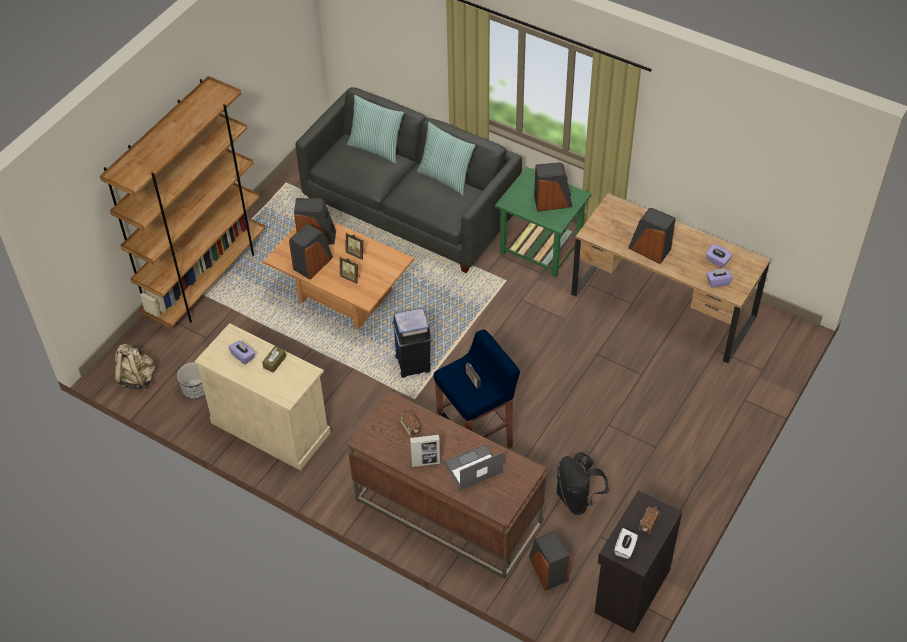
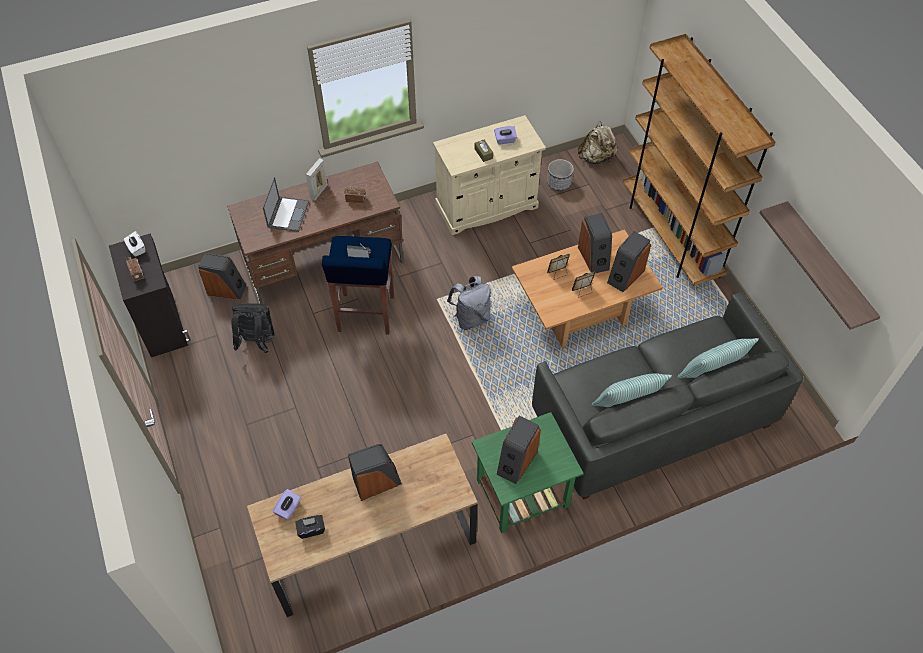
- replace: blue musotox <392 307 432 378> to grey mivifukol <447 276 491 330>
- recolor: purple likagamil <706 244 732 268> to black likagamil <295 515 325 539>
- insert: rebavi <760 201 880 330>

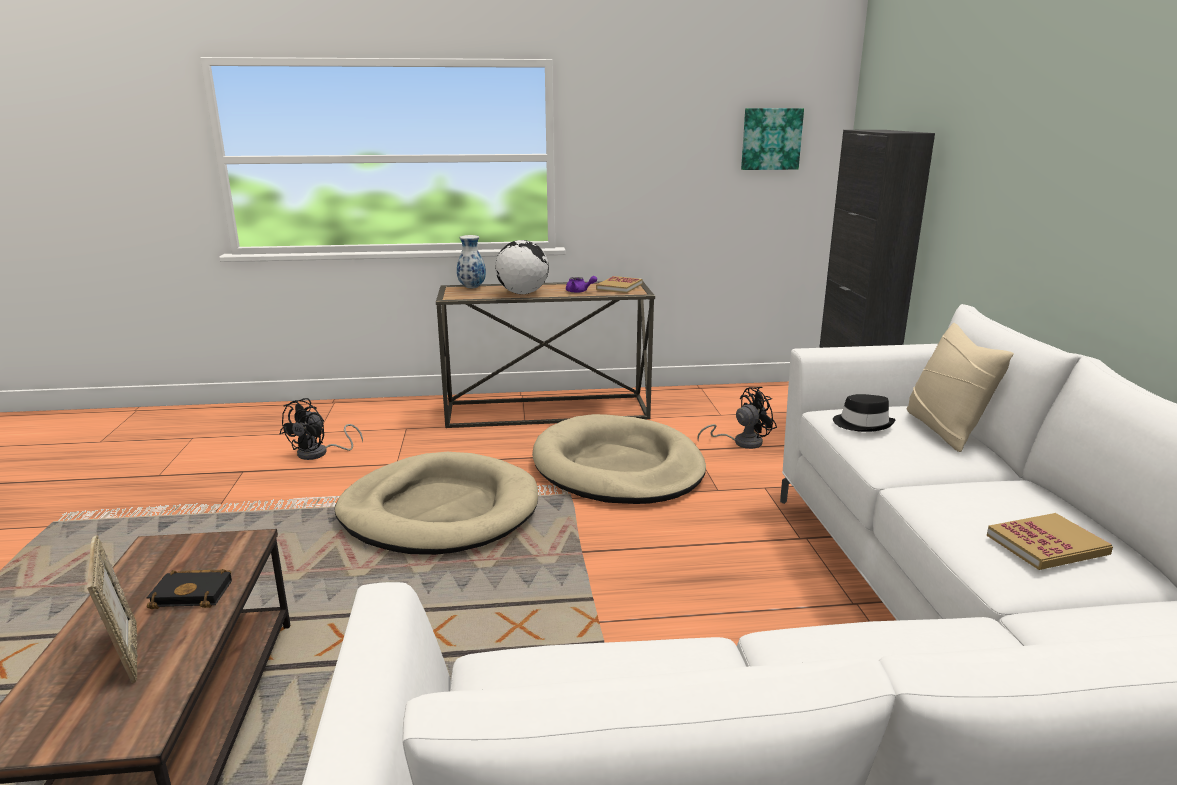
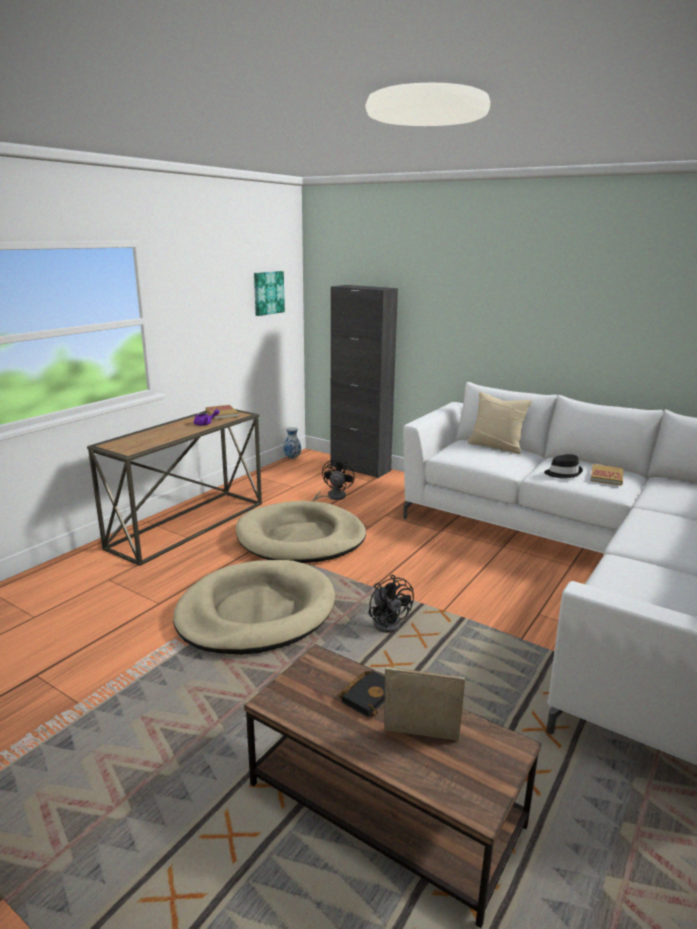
- move: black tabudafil <280 398 363 460> to <368 574 414 633>
- move: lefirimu <457 235 486 288> to <284 427 301 459>
- delete: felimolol <495 240 549 294>
- move: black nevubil <833 394 895 432> to <544 454 583 479>

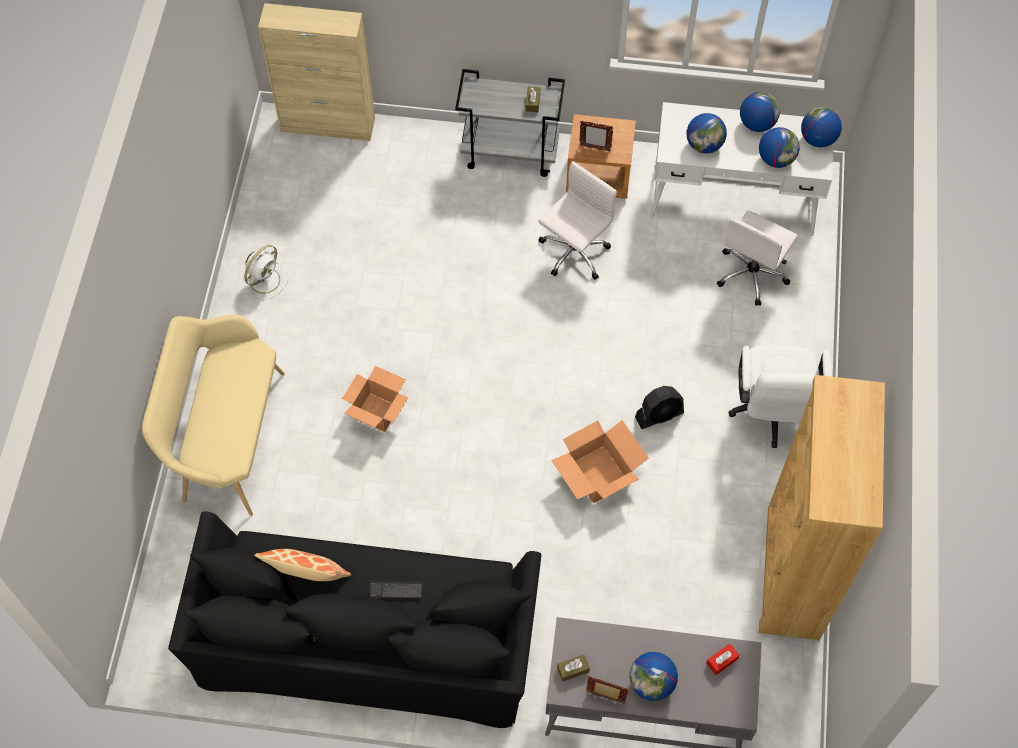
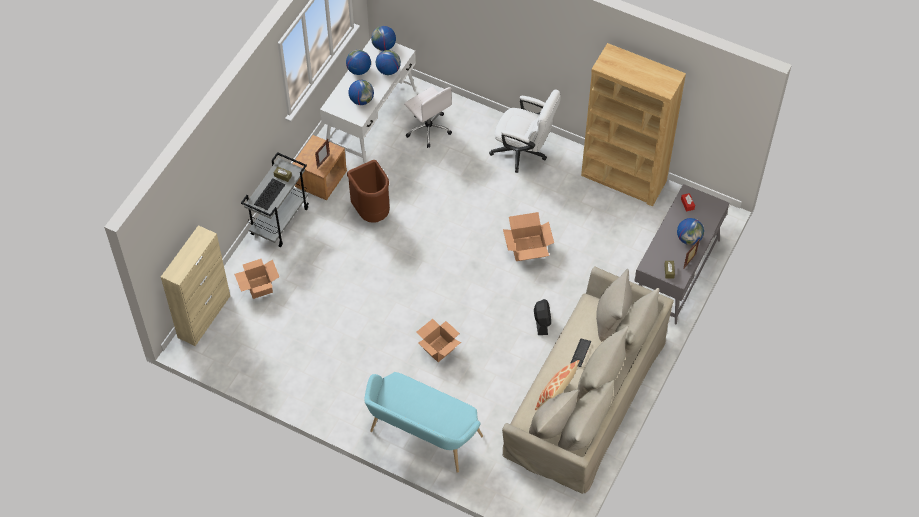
- recolor: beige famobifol <142 315 285 516> to turquoise famobifol <364 372 483 473>
- recolor: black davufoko <168 511 541 728> to beige davufoko <502 266 674 494>
- delete: white tabudafil <242 245 288 300>
- replace: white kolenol <538 161 617 280> to brown musotox <347 160 390 223>
- move: black tabudafil <635 386 684 429> to <534 299 551 335>
- insert: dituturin <235 259 279 299>
- insert: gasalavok <254 178 285 210>

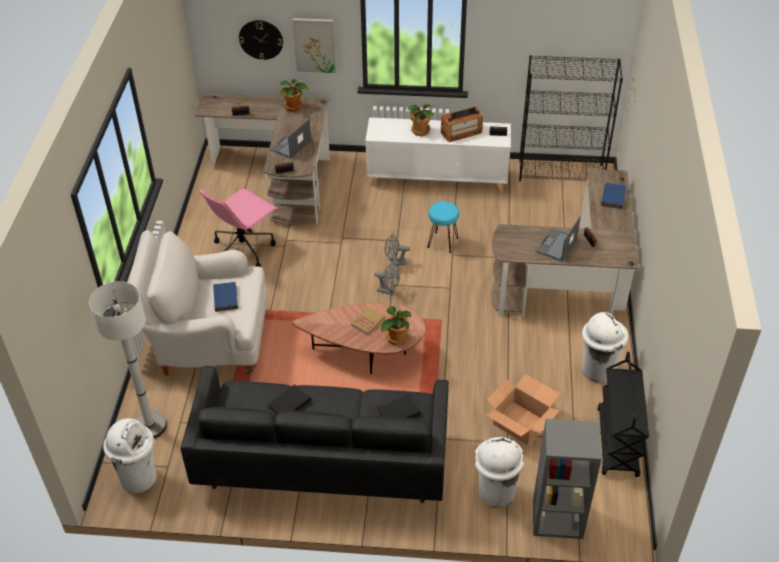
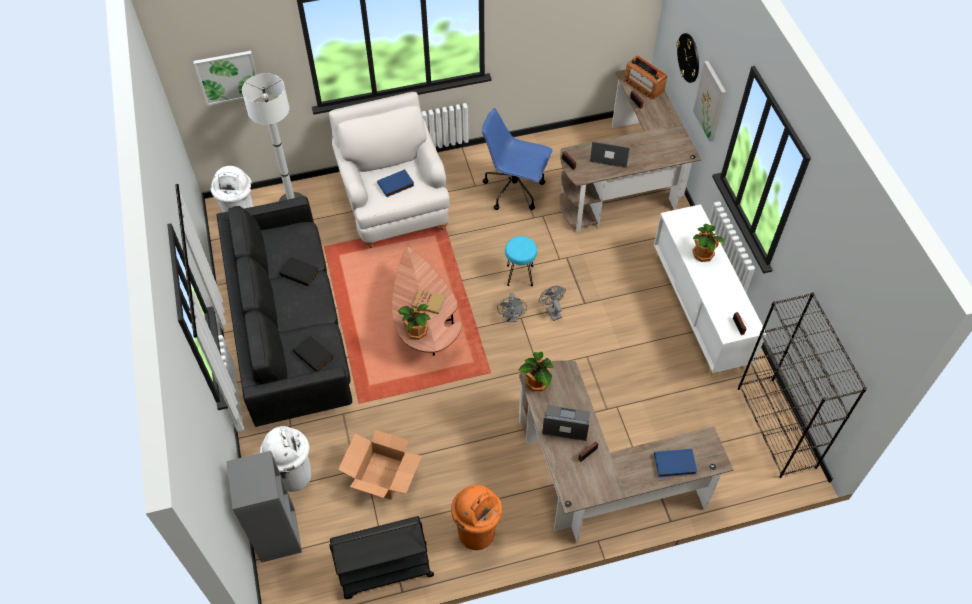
- recolor: pink kolenol <199 188 277 267> to blue kolenol <482 108 553 210>
- move: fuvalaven <280 79 309 112> to <519 352 554 391>
- move: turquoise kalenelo <427 201 459 253> to <505 236 537 286>
- move: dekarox <441 106 483 142> to <624 55 668 100>
- recolor: white musotox <582 312 629 383> to orange musotox <451 485 502 550>
- insert: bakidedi <193 51 257 106>

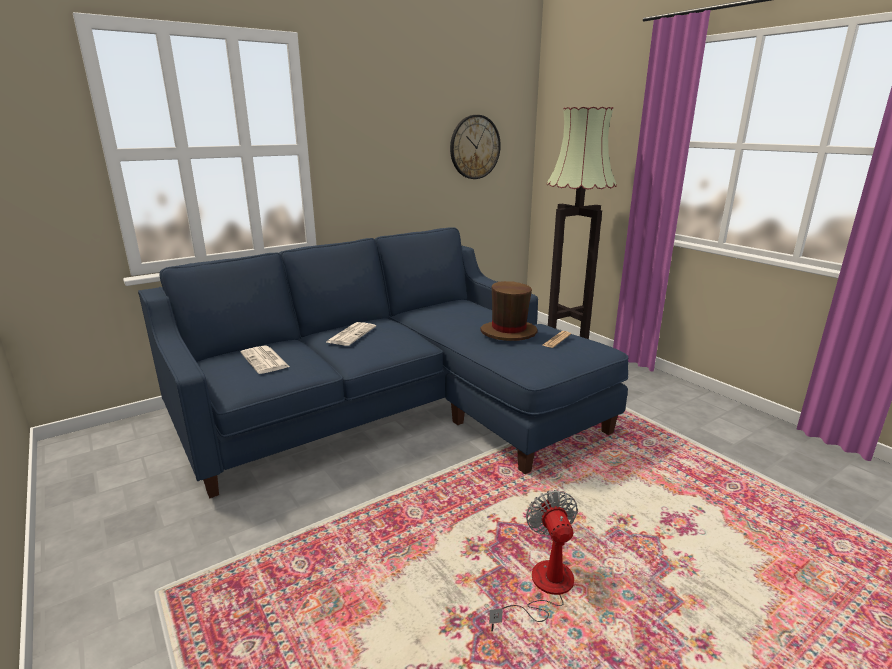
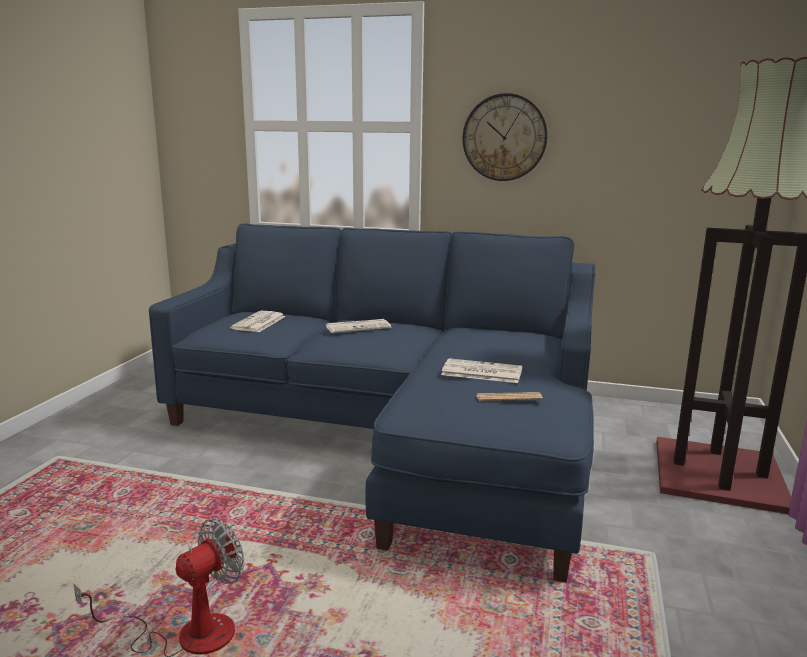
- move: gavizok <450 115 501 179> to <463 93 548 181>
- replace: brown nevubil <480 281 538 341> to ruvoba <441 358 522 383>

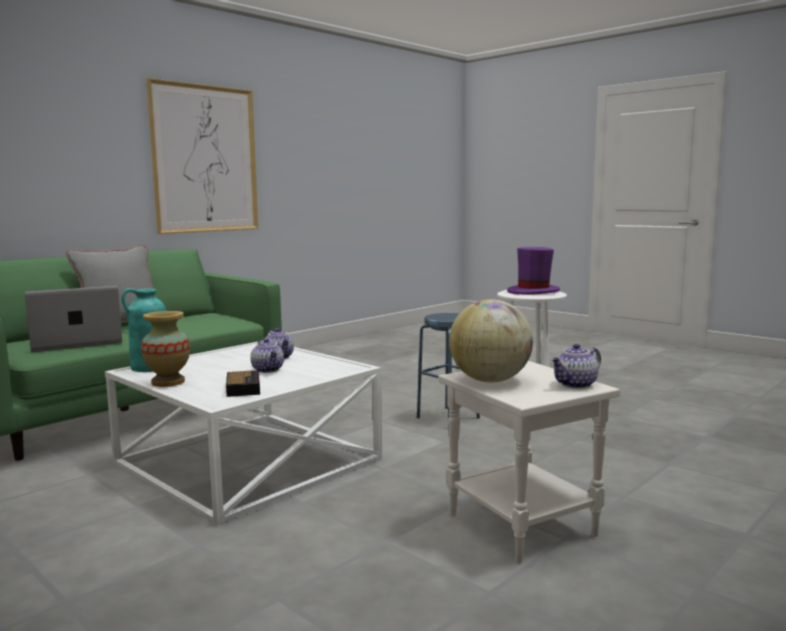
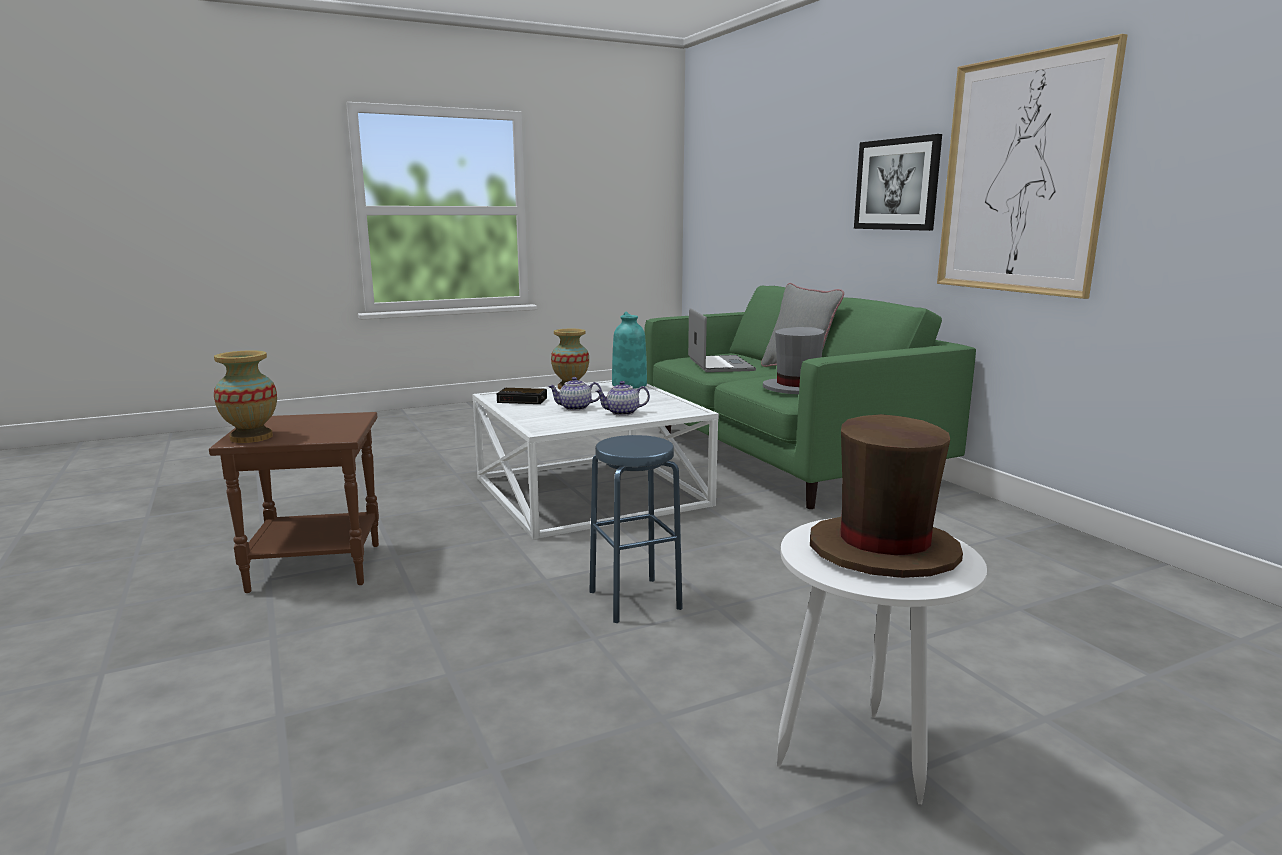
- recolor: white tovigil <438 361 620 563> to brown tovigil <209 412 379 593>
- delete: felimolol <449 299 533 382>
- recolor: purple nevubil <507 247 560 295> to brown nevubil <810 414 963 578>
- replace: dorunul <551 344 601 389> to lefirimu <214 350 277 443>
- insert: grey nevubil <762 327 825 394>
- insert: bakidedi <854 134 942 231>

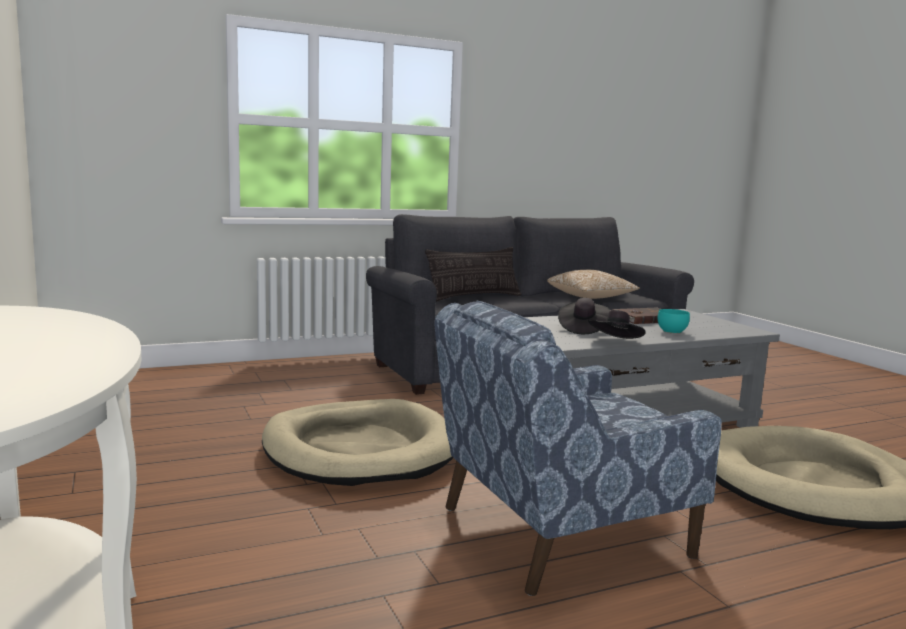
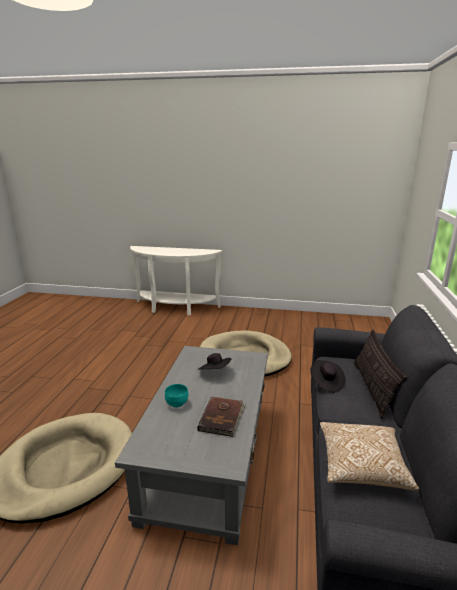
- delete: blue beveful <435 301 722 596>
- move: black nevubil <588 310 646 339> to <310 360 345 393>

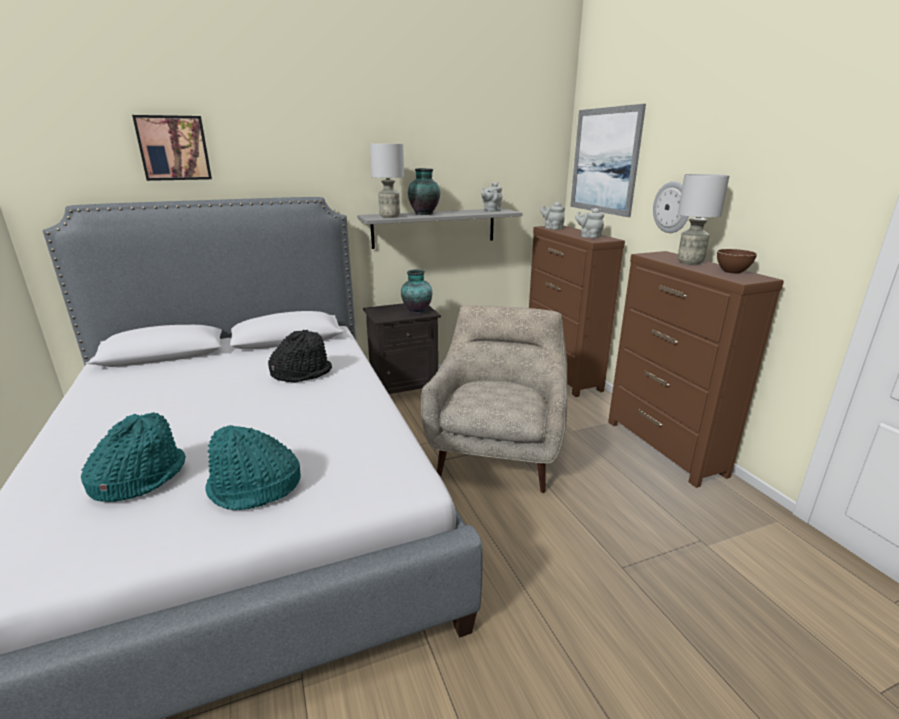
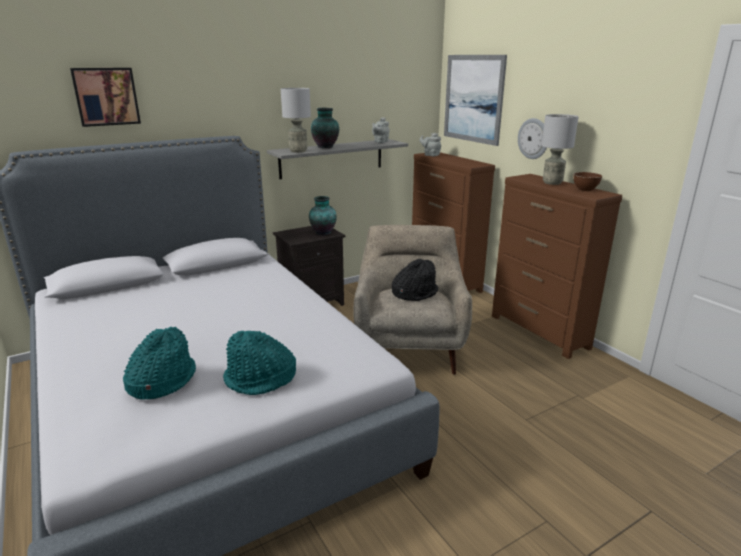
- move: black nevubil <268 330 332 383> to <392 259 438 301>
- delete: grey dorunul <575 208 604 238>

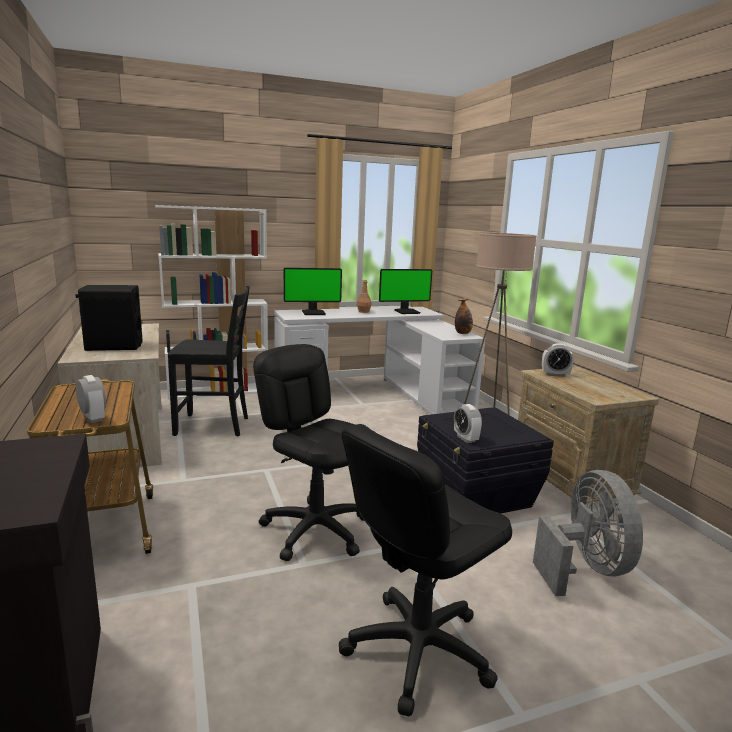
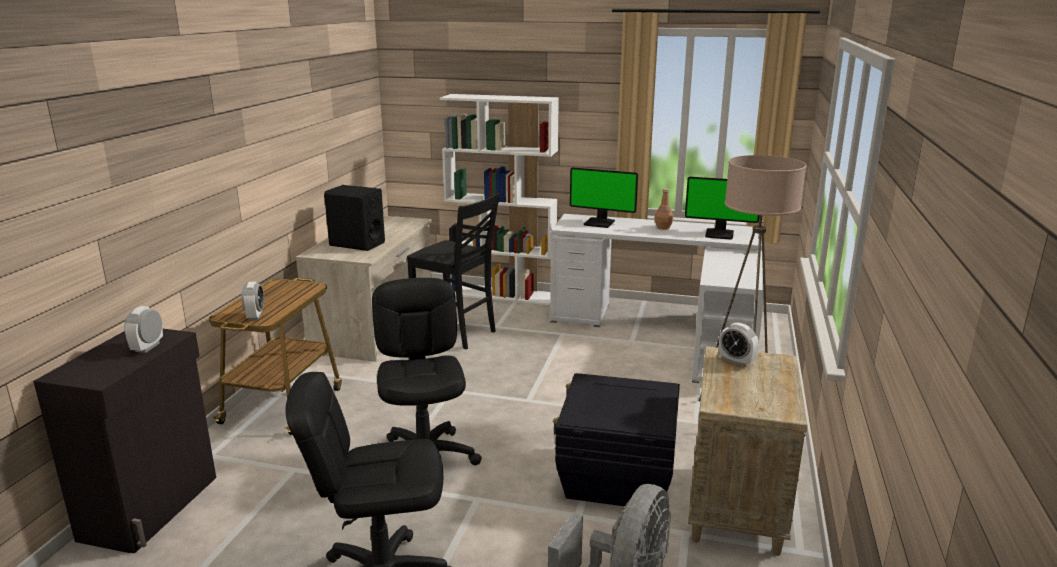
- move: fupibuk <454 404 482 443> to <124 306 163 353>
- delete: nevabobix <455 298 473 334>

